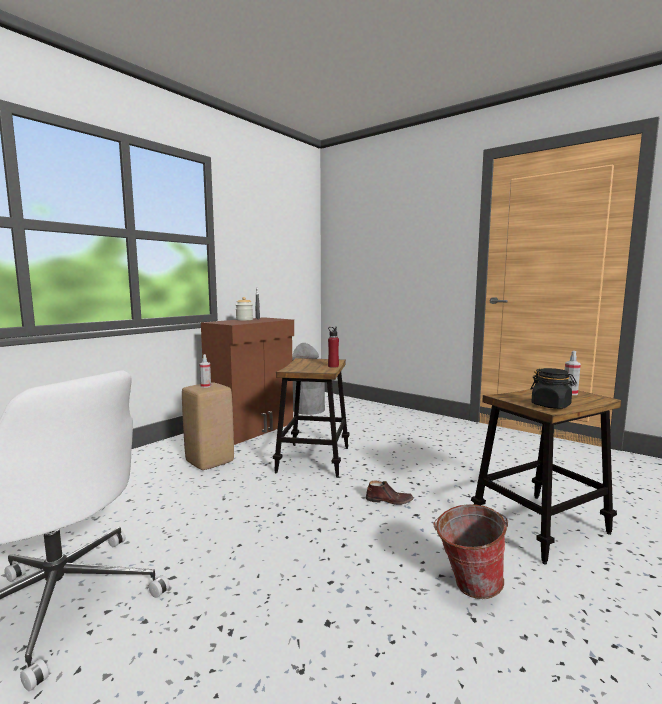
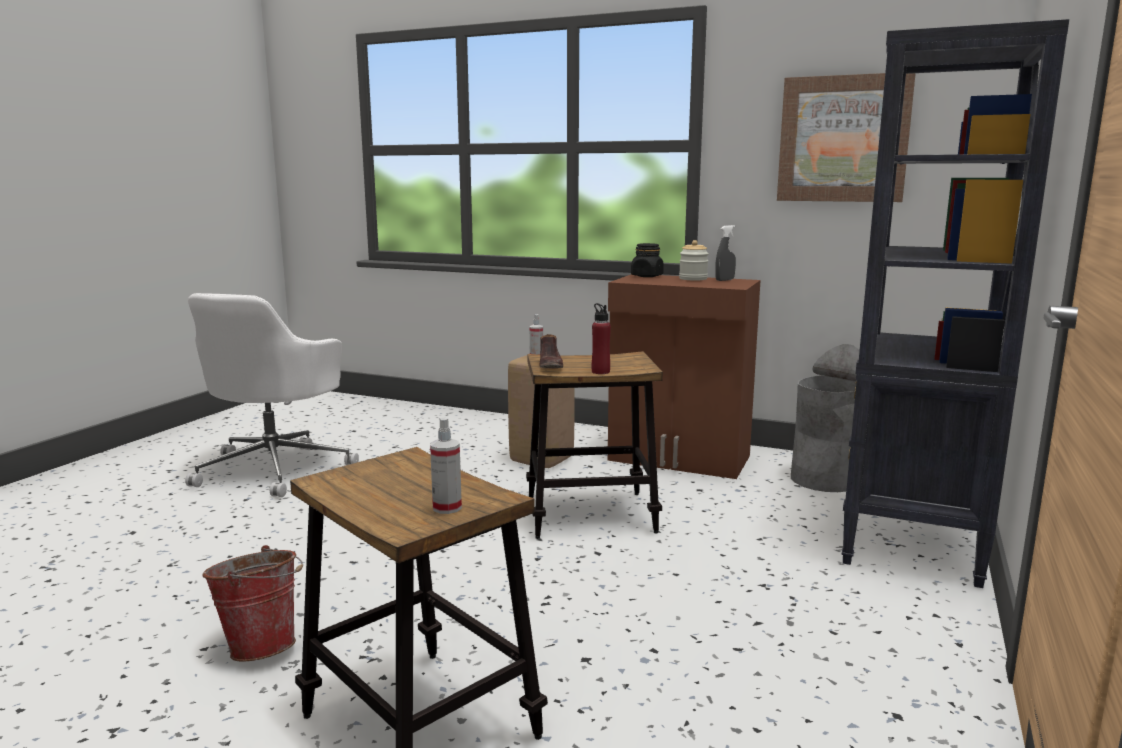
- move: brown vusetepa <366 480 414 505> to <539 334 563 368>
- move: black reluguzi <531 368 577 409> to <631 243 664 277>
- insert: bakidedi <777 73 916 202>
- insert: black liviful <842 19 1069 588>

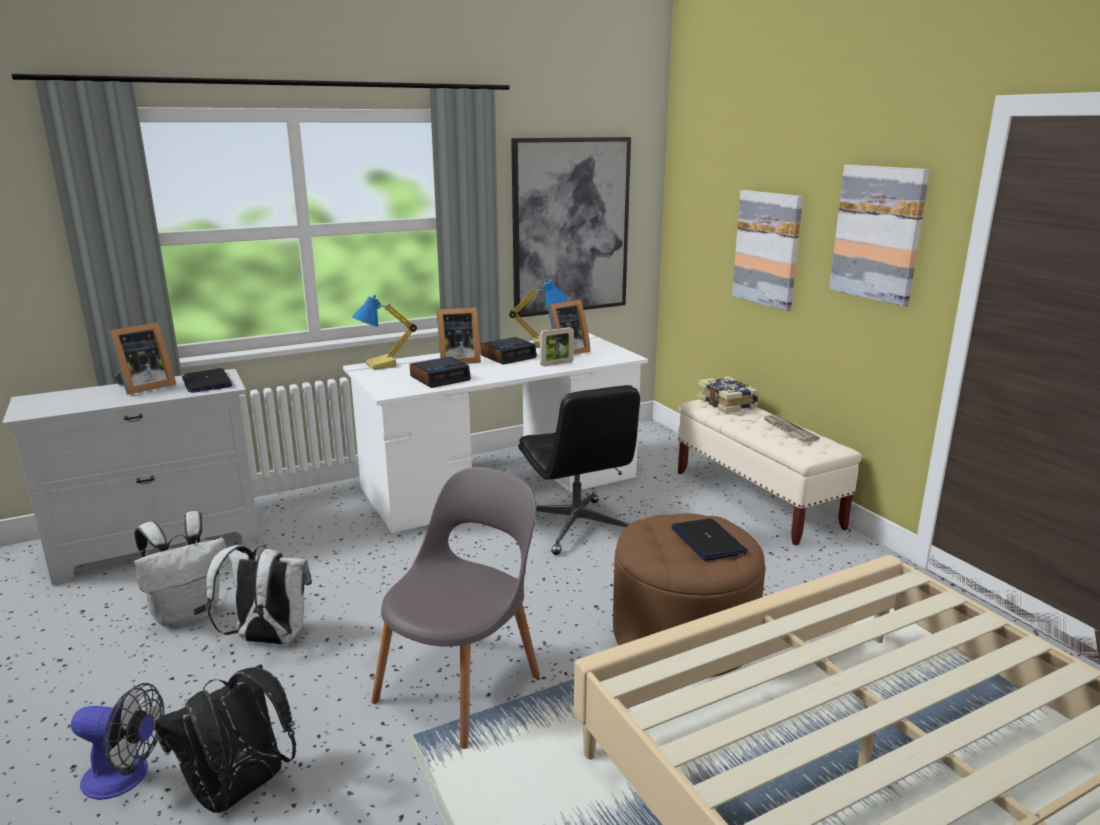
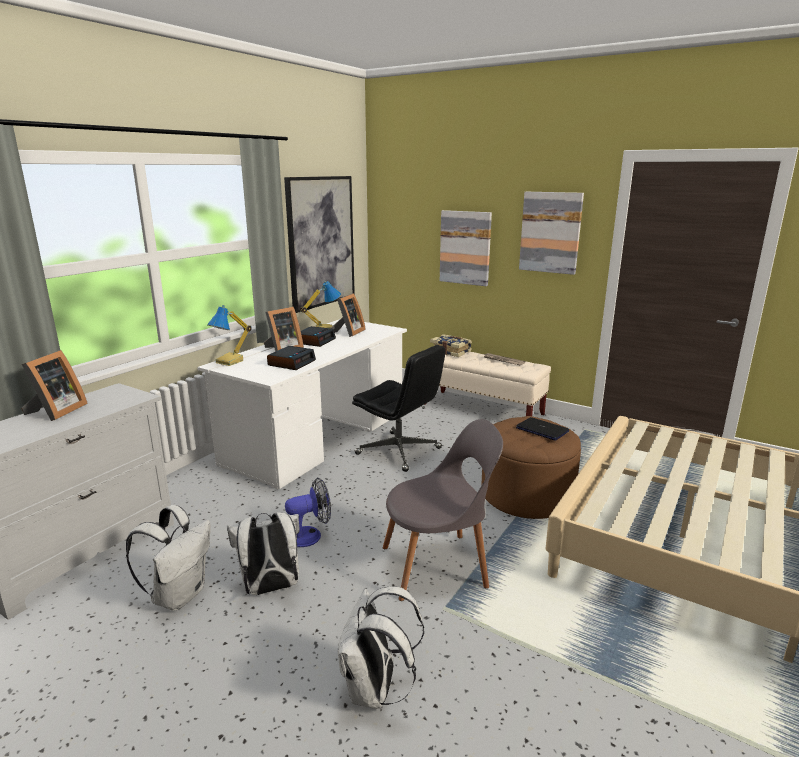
- move: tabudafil <71 683 164 800> to <285 477 331 547>
- recolor: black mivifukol <154 664 296 813> to white mivifukol <338 586 424 709>
- delete: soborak <182 368 232 393>
- rotate: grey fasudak <371 467 540 749> = <383 419 503 601> 75 degrees clockwise
- delete: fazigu <540 327 574 367>

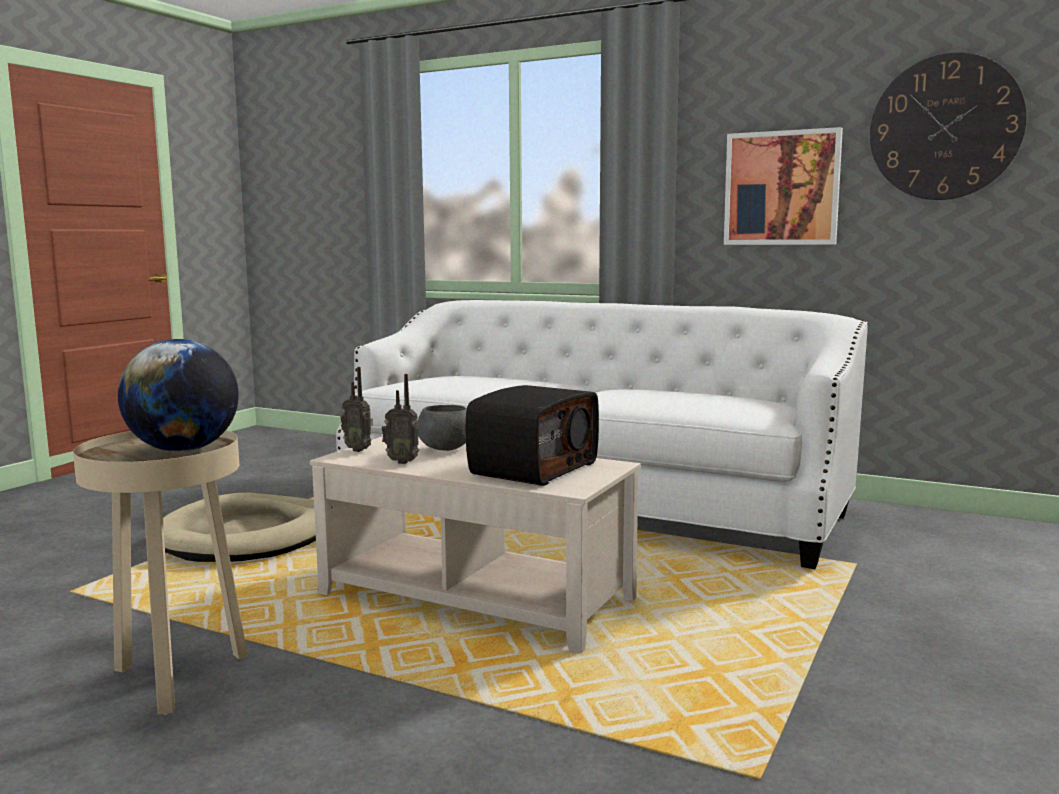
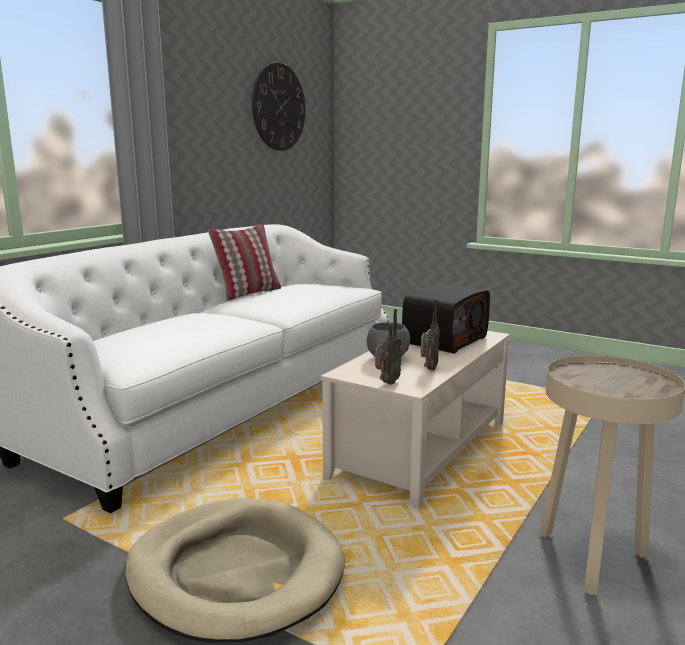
- delete: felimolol <118 339 239 452>
- rotate: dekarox <466 385 599 486> = <402 284 490 353> 90 degrees clockwise
- delete: bakidedi <724 127 843 245>
- insert: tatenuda <208 224 281 301>

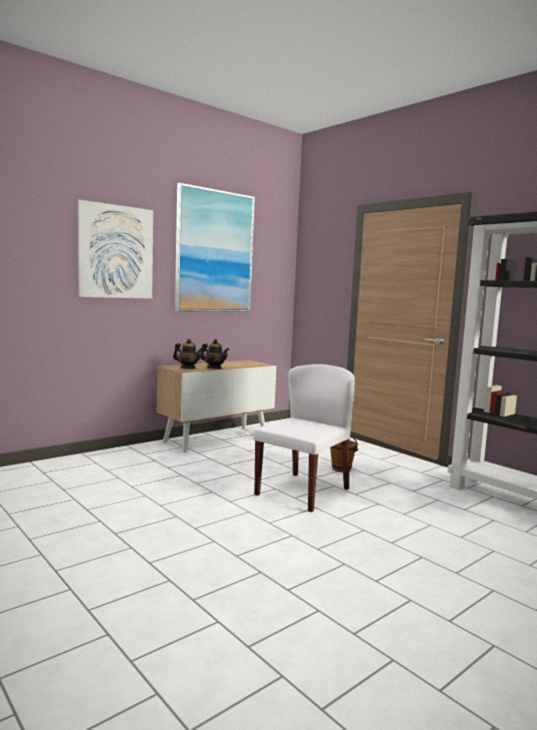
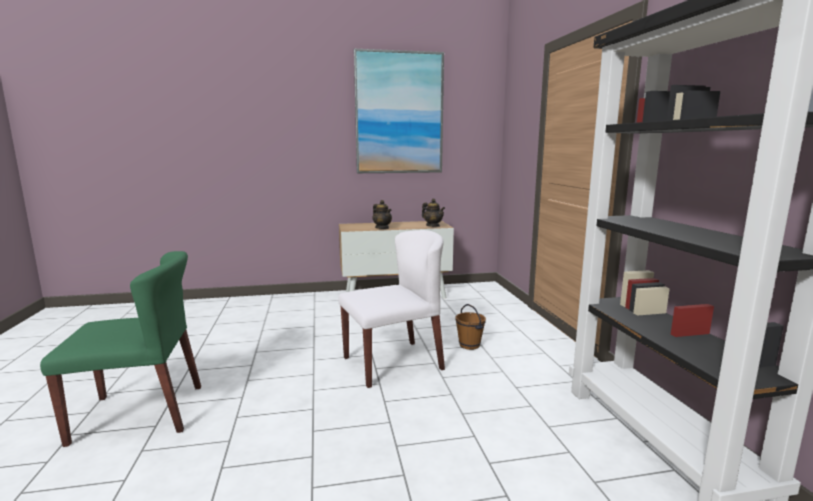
- delete: bakidedi <78 200 153 299>
- move: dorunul <173 339 204 369> to <422 199 445 227>
- insert: green fasudak <40 251 201 447>

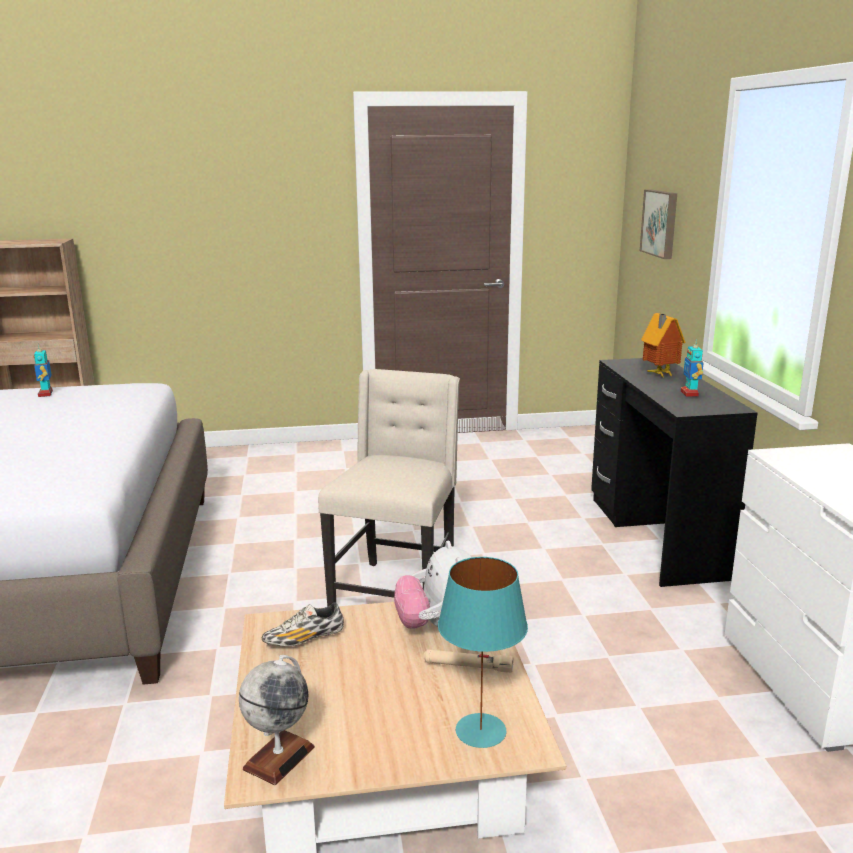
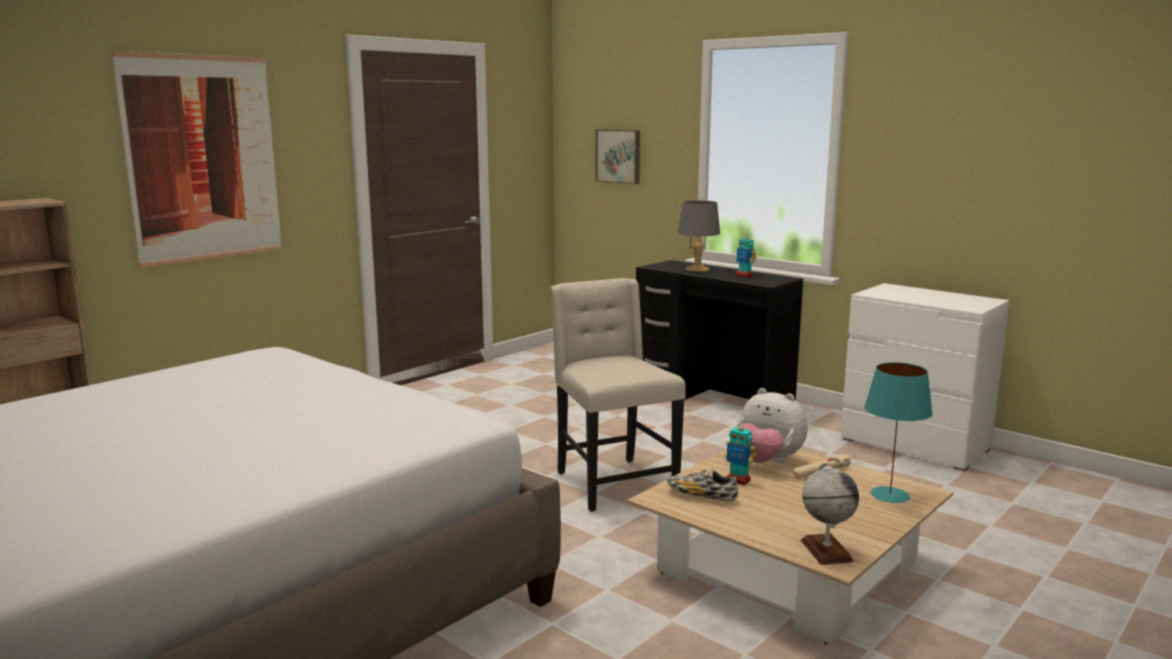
- move: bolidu <33 345 53 397> to <724 421 756 486>
- rotate: vusetepa <261 602 344 647> = <667 468 738 501> 90 degrees clockwise
- replace: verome <641 313 686 378> to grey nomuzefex <678 200 720 272>
- insert: bakidedi <112 51 282 267>

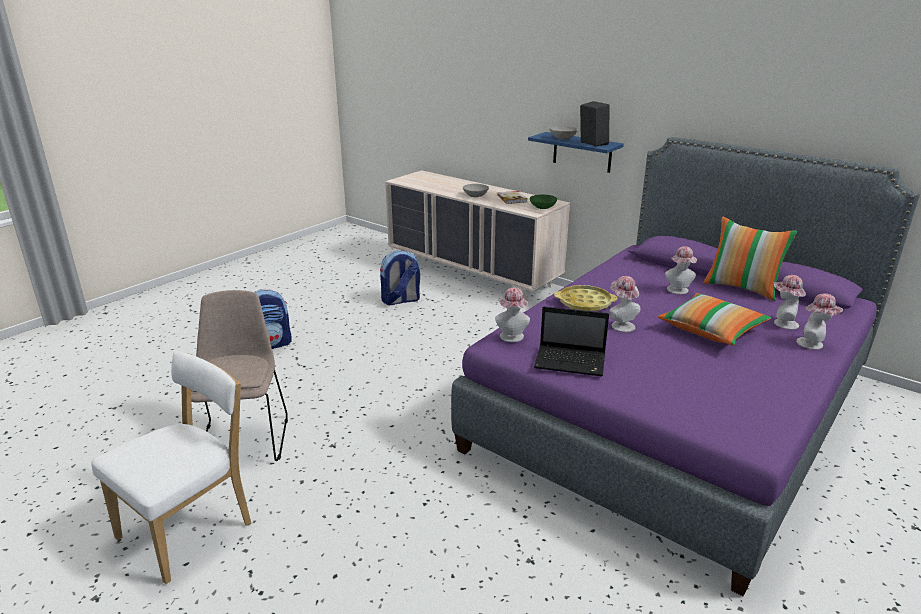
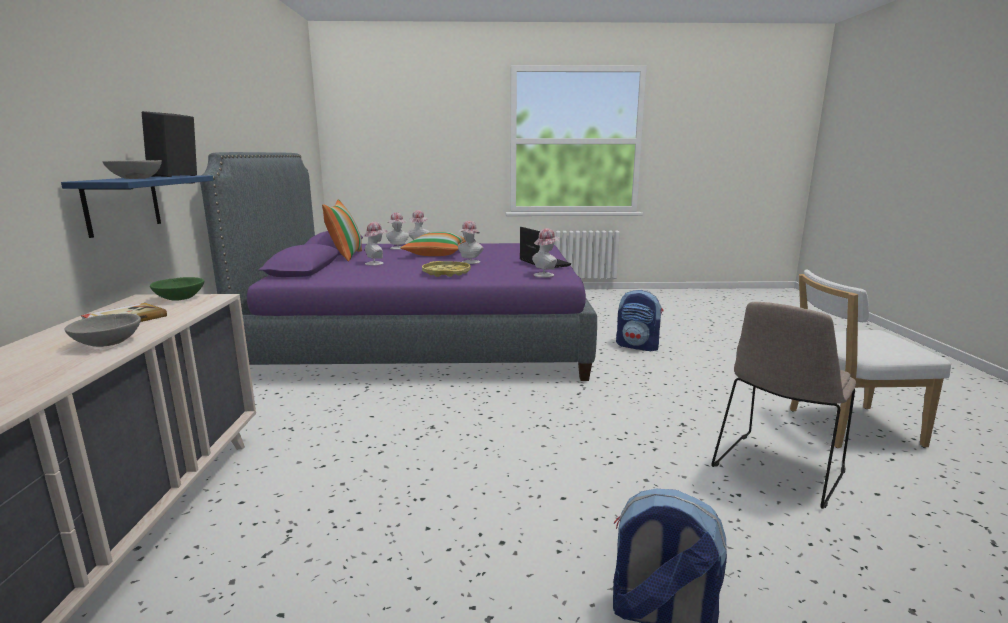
- move: mivifukol <380 250 420 305> to <616 290 663 352>

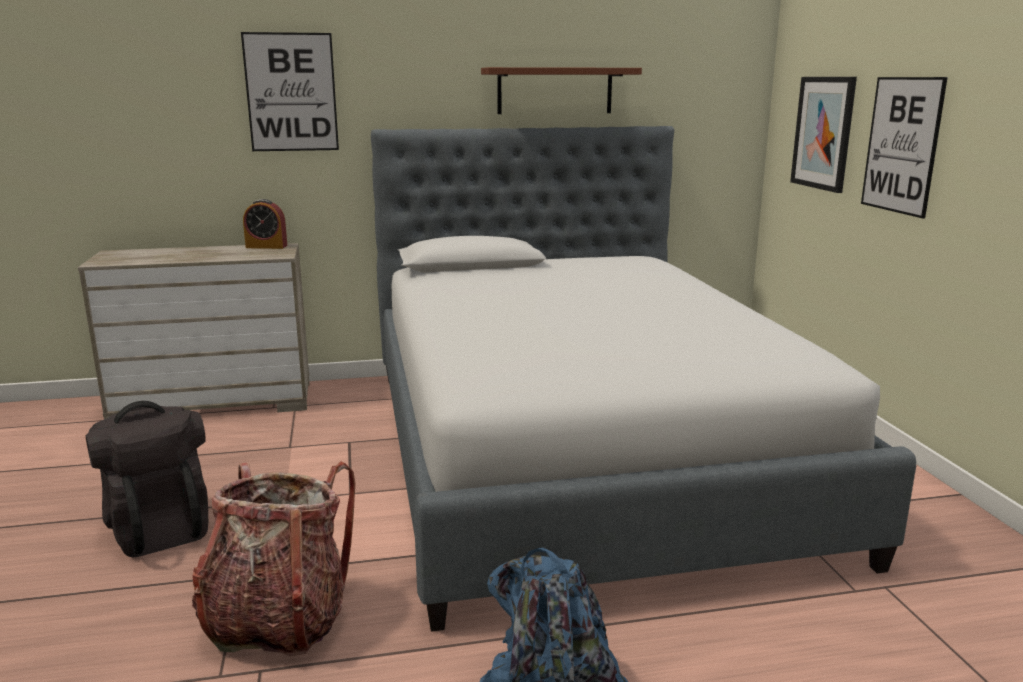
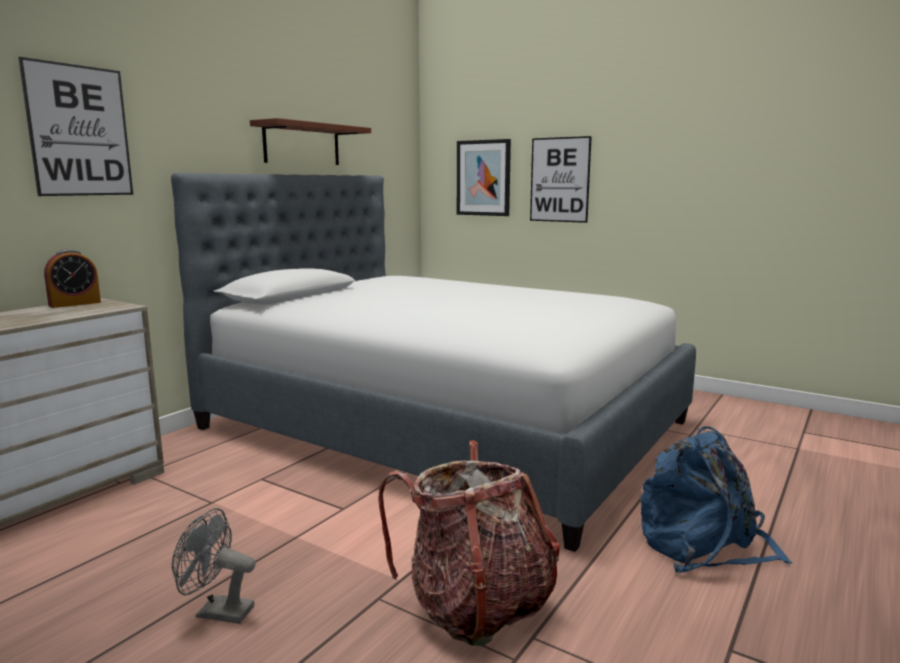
- replace: black mivifukol <86 401 208 557> to grey tabudafil <172 508 256 624>

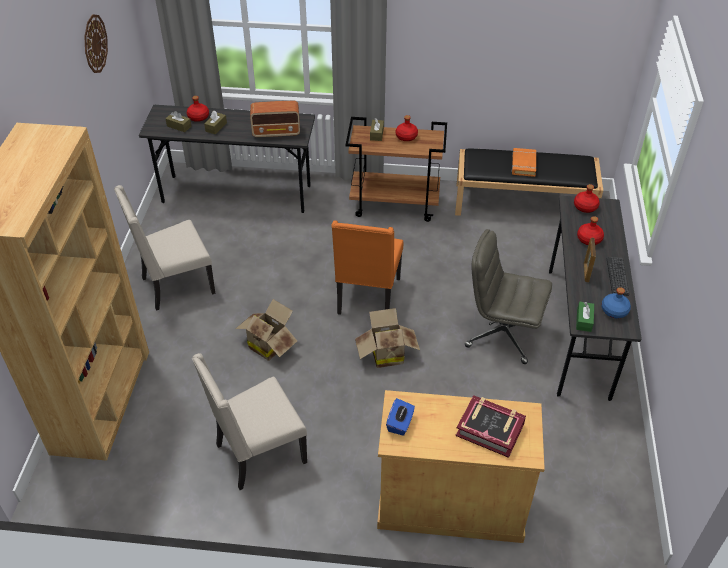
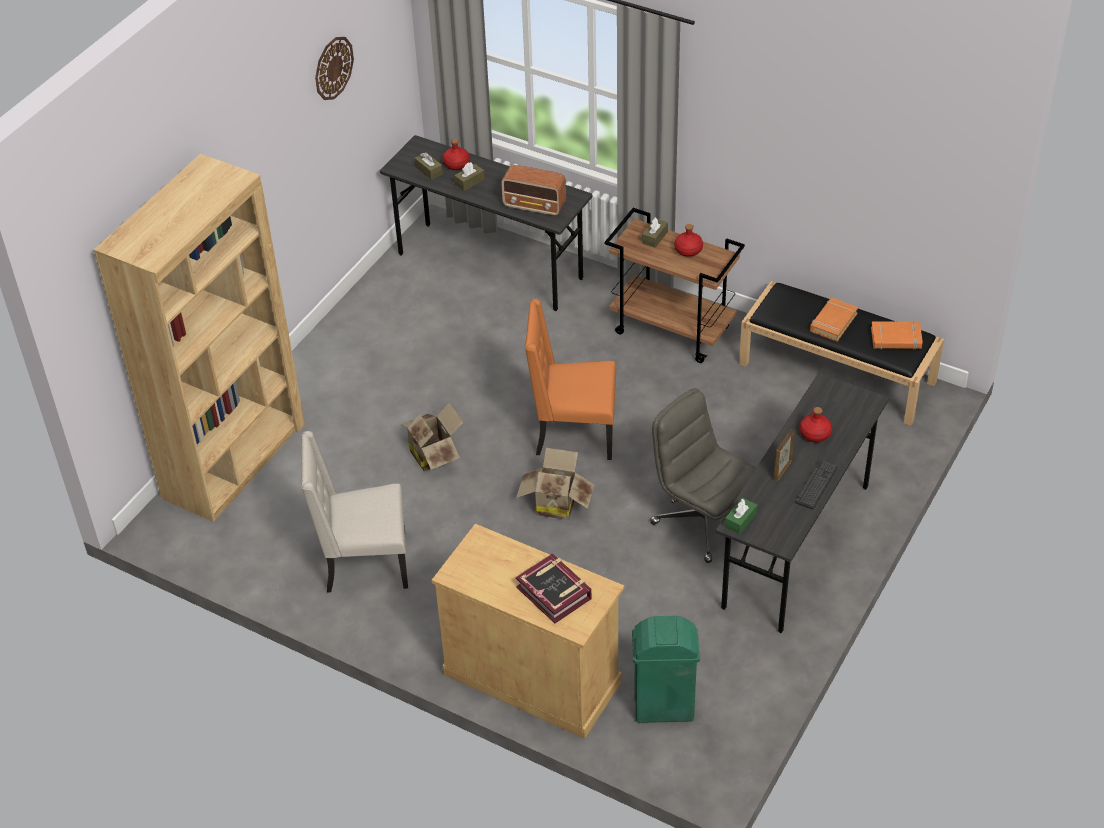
- delete: beige fasudak <114 185 216 311>
- rotate: orange fasudak <331 220 403 315> = <525 299 616 460> 60 degrees clockwise
- delete: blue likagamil <386 398 415 436>
- delete: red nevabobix <574 184 600 213>
- delete: blue nevabobix <601 287 631 318>
- insert: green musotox <632 616 700 723>
- insert: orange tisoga <871 321 923 350>

